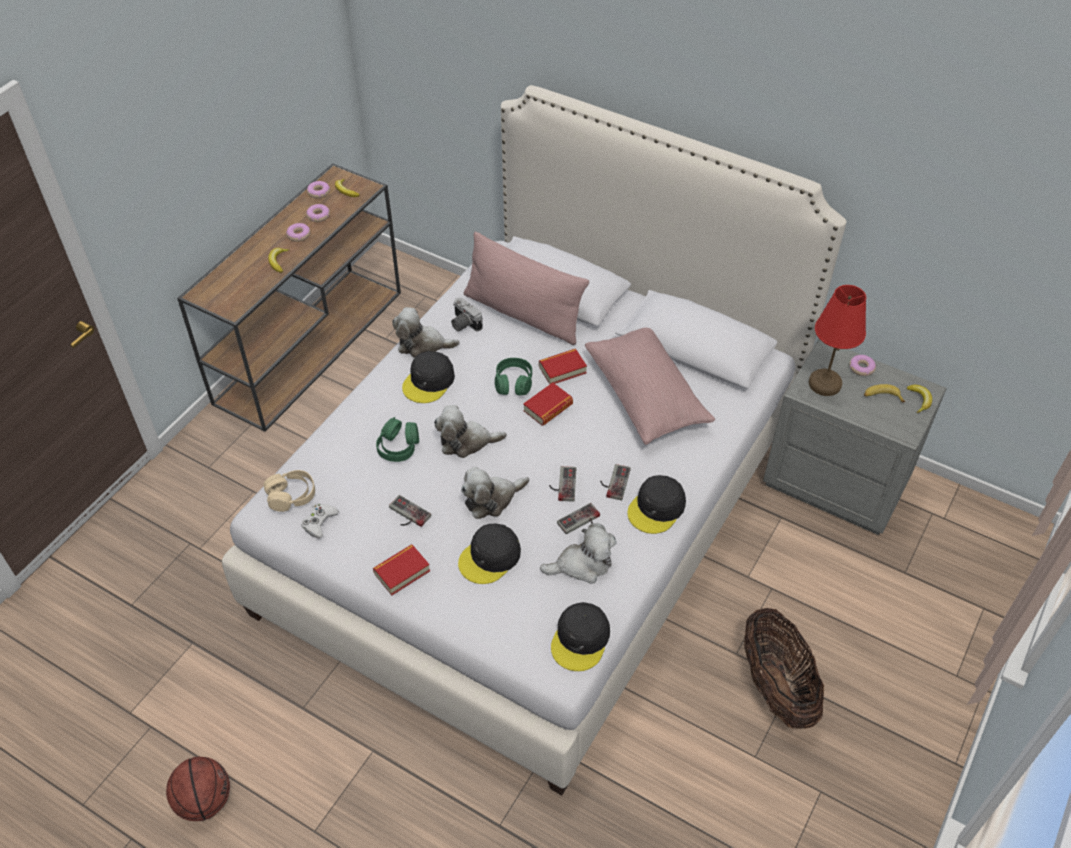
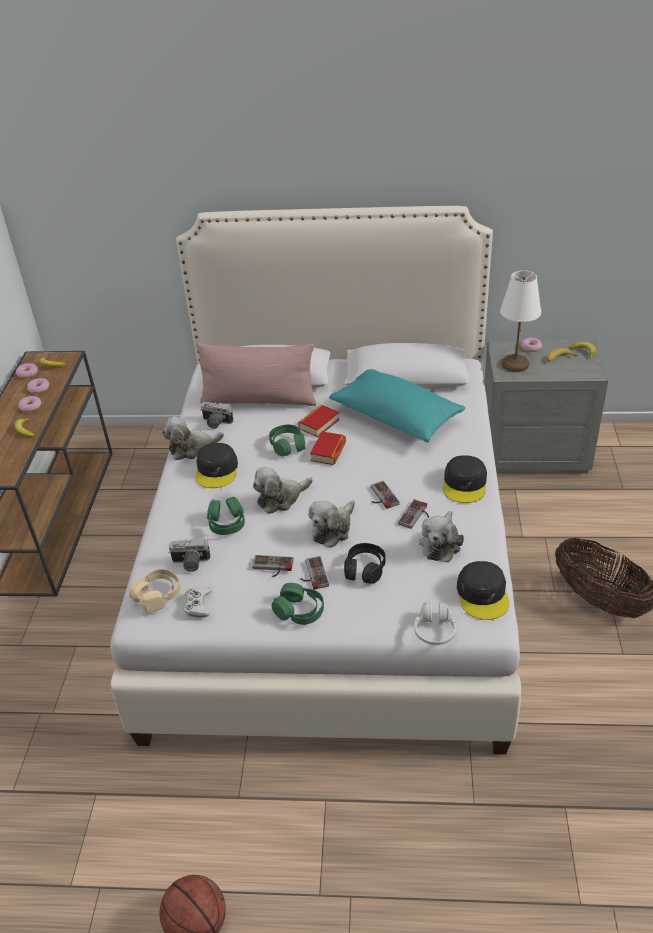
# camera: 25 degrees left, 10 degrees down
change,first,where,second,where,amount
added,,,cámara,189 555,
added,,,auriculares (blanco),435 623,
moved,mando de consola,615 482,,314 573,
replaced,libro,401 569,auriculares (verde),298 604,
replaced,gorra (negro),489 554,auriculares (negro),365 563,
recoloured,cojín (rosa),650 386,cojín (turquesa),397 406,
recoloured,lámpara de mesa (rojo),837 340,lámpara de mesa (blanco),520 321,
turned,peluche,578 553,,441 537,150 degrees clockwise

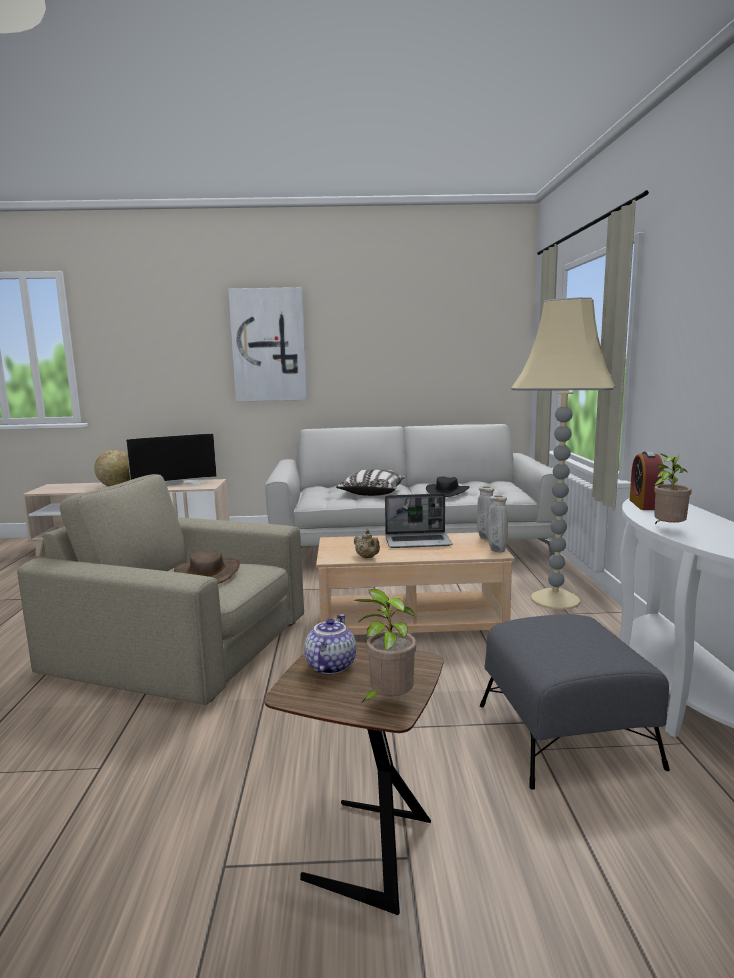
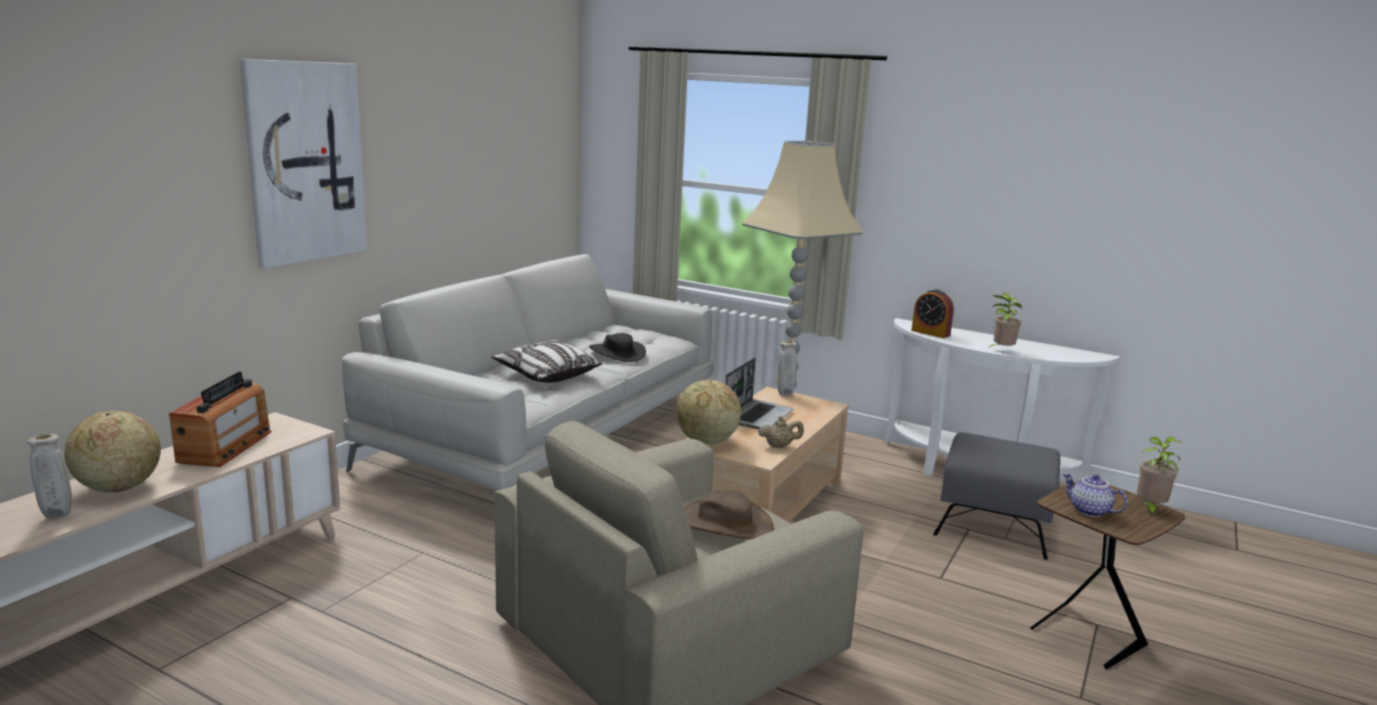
# camera: 60 degrees left, 5 degrees up
change,first,where,second,where,amount
added,,,globo terráqueo,708 411,
moved,florero (beis),498 523,,49 476,
replaced,televisor,171 459,radio,220 419,

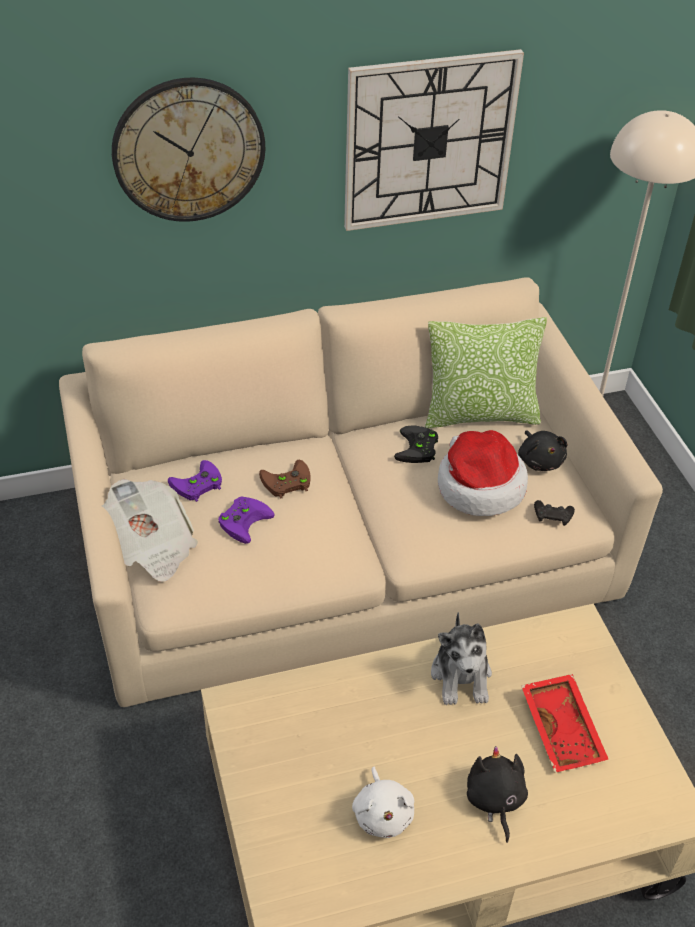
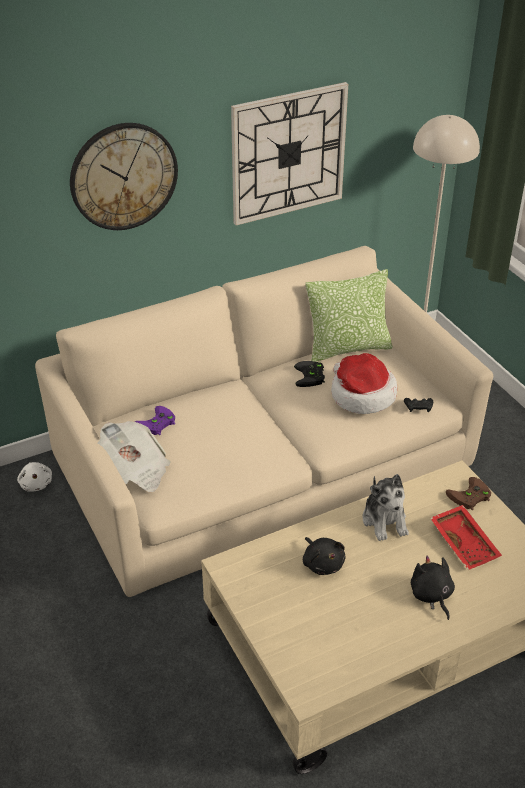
# camera: 10 degrees left, 5 degrees down
change,first,where,second,where,amount
removed,mando de consola (morado),246 520,,,
moved,mando de consola (marrón),285 479,,468 493,
moved,peluche (blanco),383 802,,34 476,
moved,peluche (negro),543 450,,324 556,

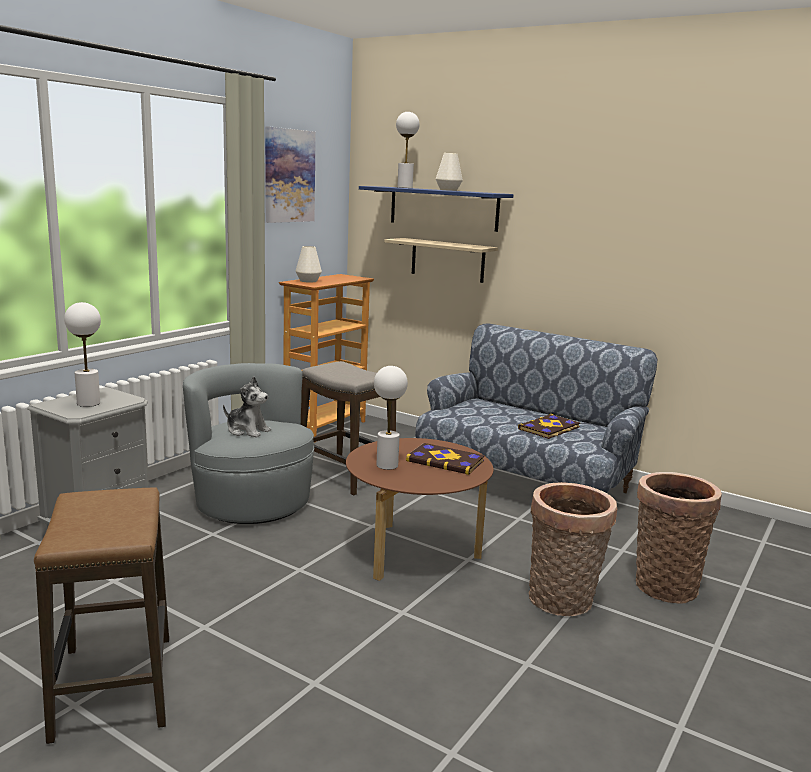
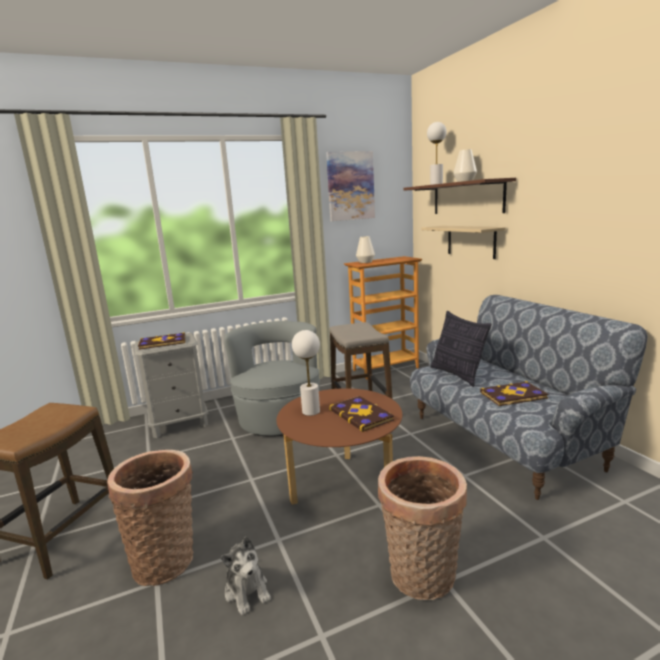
# camera: 35 degrees right, 0 degrees up
change,first,where,second,where,amount
added,,,cojín,461 349,
moved,peluche,247 407,,246 575,
moved,cesta,679 538,,150 518,
replaced,lámpara de mesa (blanco),82 354,libro,161 341,
recoloured,estante (azul),436 209,estante (marrón),459 196,

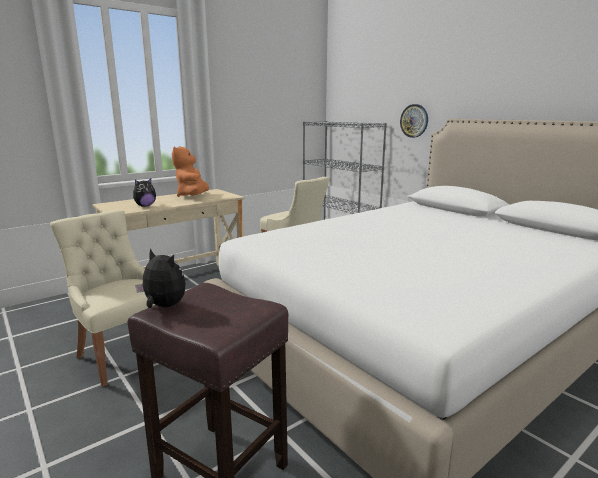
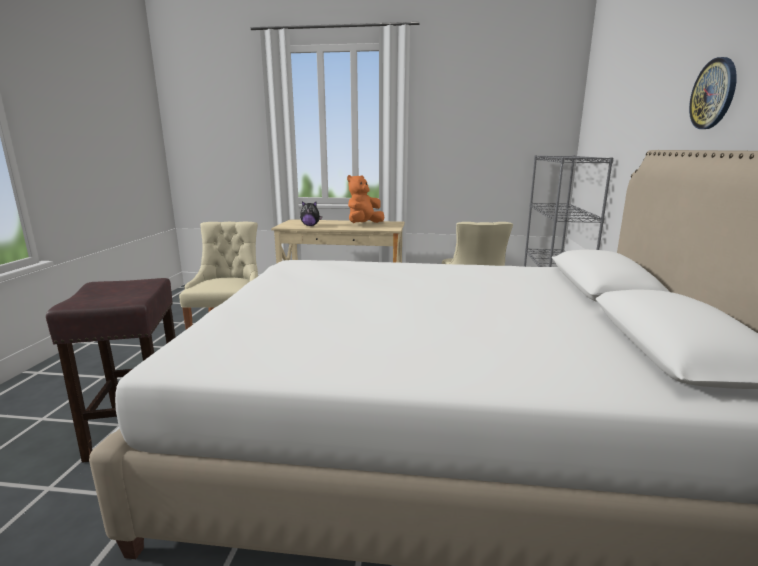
# camera: 45 degrees right, 0 degrees up
change,first,where,second,where,amount
removed,peluche,160 278,,,
moved,reloj de pared,414 121,,713 93,

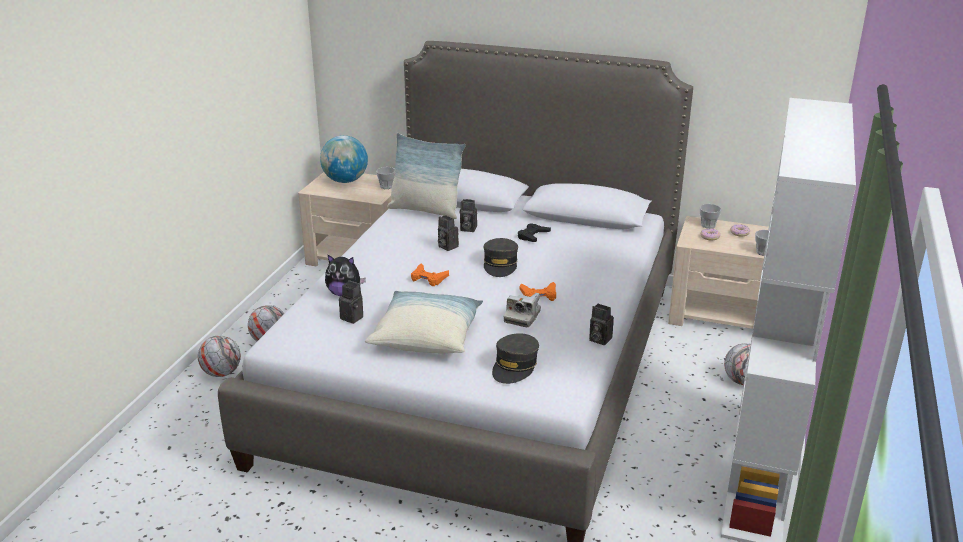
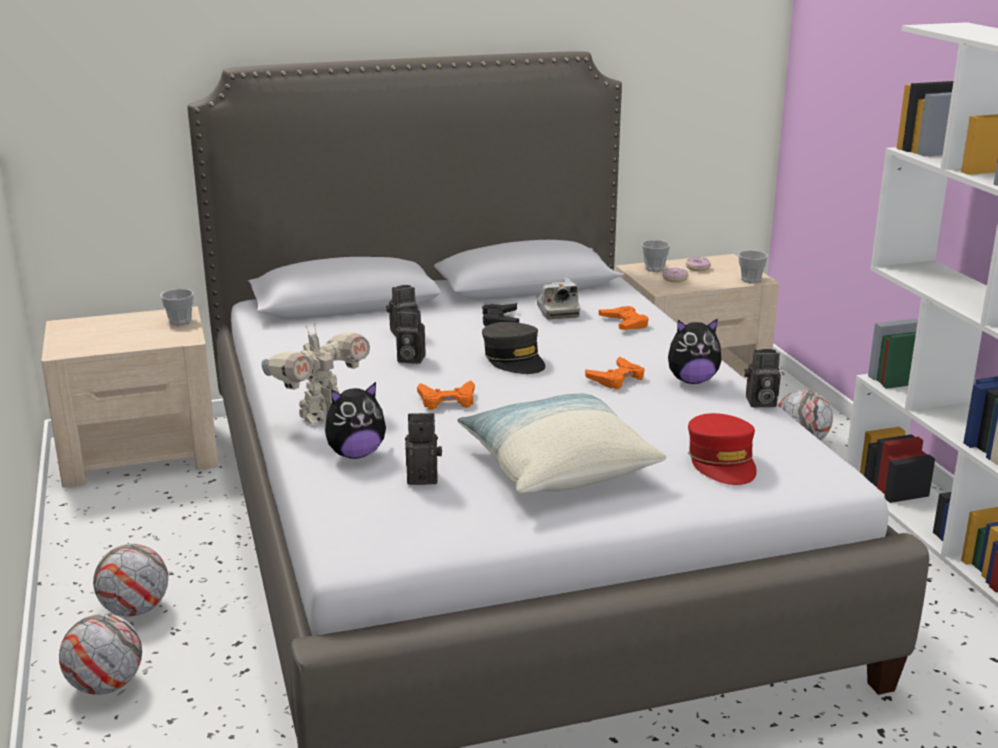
# camera: 35 degrees left, 5 degrees down
change,first,where,second,where,amount
removed,globo terráqueo,344 159,,,
removed,cojín,426 176,,,
added,,,robot de juguete,315 373,
added,,,mando de consola (naranja),624 318,
added,,,peluche,695 351,
moved,cámara,522 310,,558 298,
recoloured,gorra (gris),515 358,gorra (rojo),722 449,

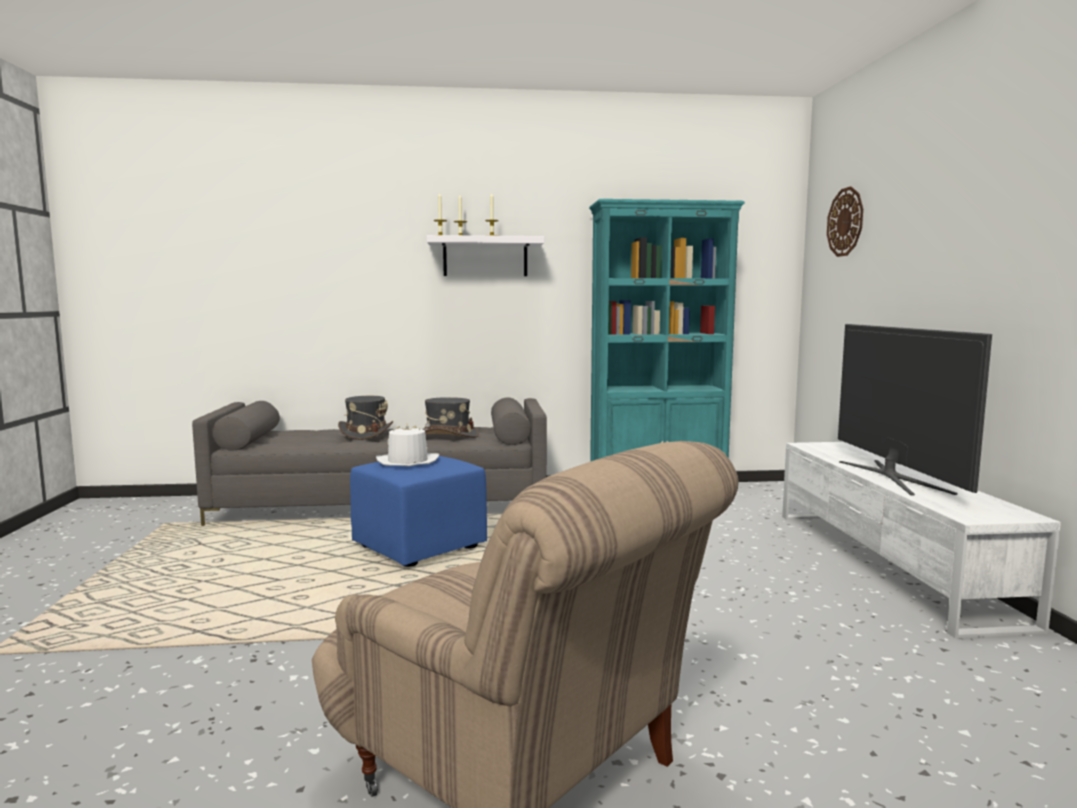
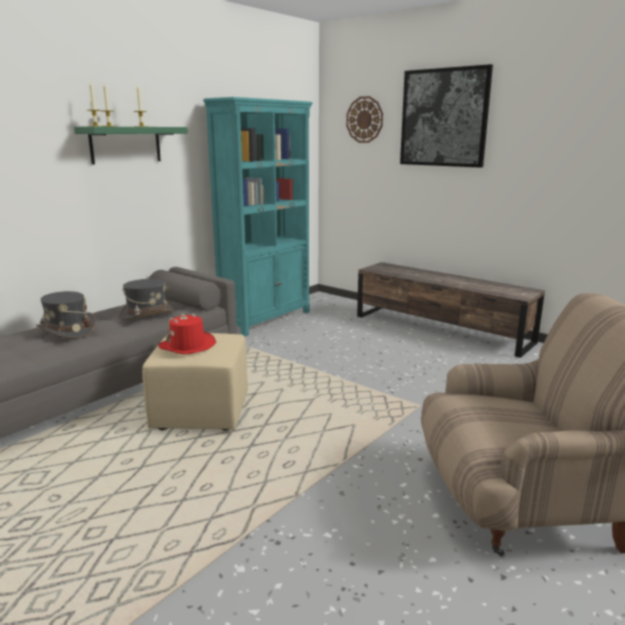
# camera: 45 degrees left, 10 degrees up
change,first,where,second,where,amount
removed,televisor,915 409,,,
added,,,cuadro,446 116,
recoloured,puf (azul),418 511,puf (beis),195 382,
recoloured,sombrero (blanco),407 445,sombrero (rojo),187 334,
recoloured,estante (blanco),485 255,estante (verde),131 146,
recoloured,mueble de televisión (blanco),921 540,mueble de televisión (marrón),451 310,

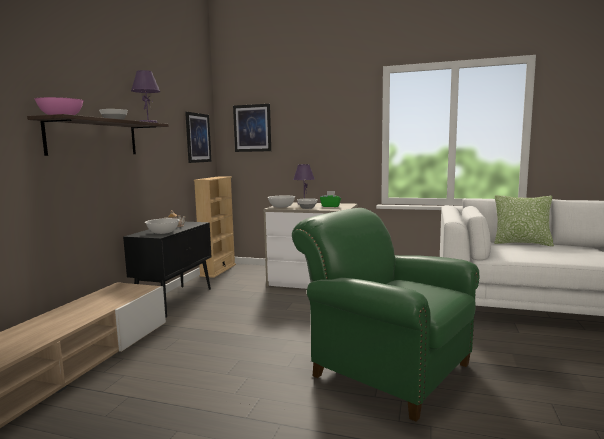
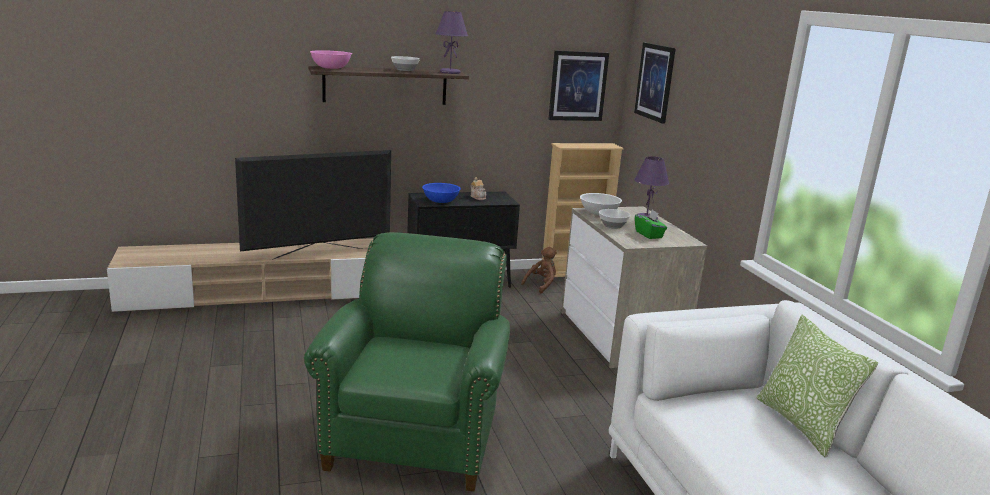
# camera: 55 degrees right, 10 degrees up
change,first,where,second,where,amount
added,,,televisor,313 205,
added,,,peluche (marrón),539 270,
recoloured,cuenco (blanco),162 226,cuenco (azul),441 193,

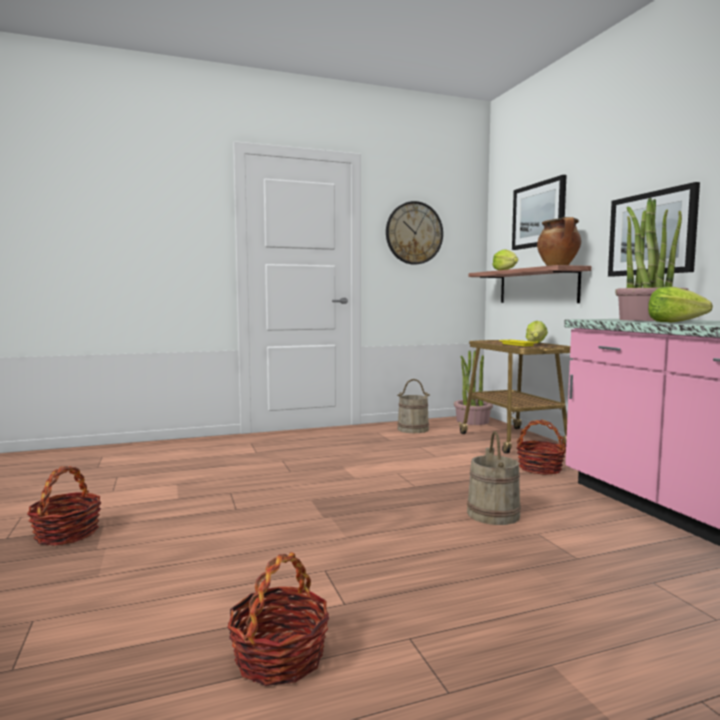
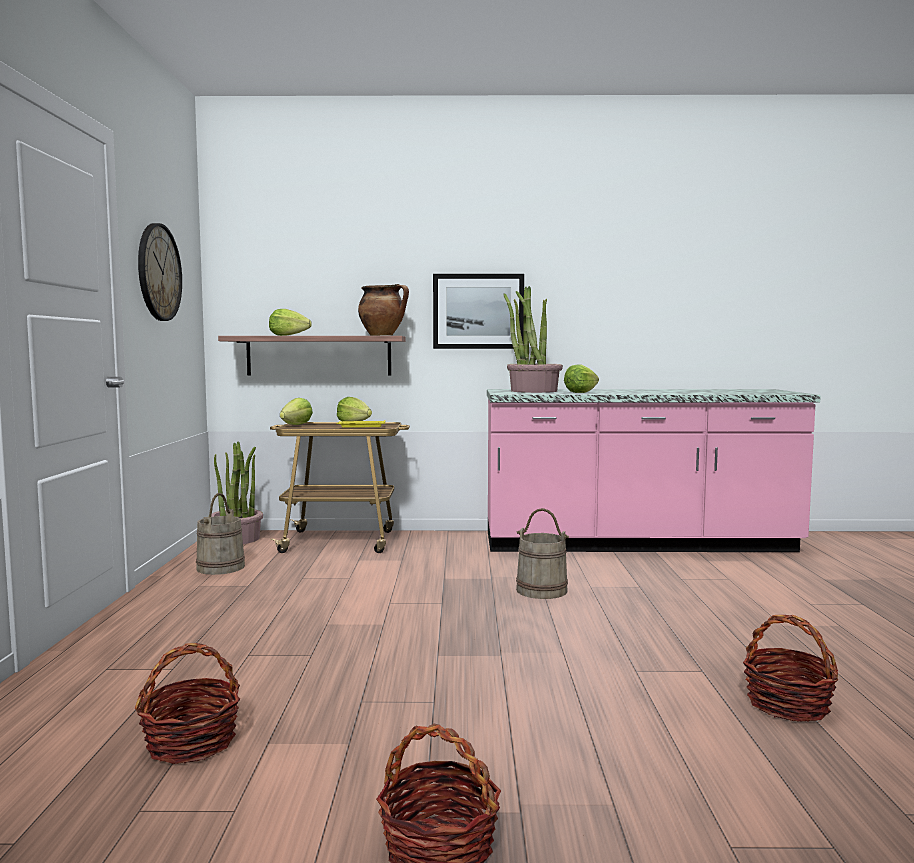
# camera: 70 degrees left, 0 degrees up
change,first,where,second,where,amount
removed,cuadro,539 212,,,
added,,,lechuga,296 411,
moved,cesta,541 447,,187 703,

